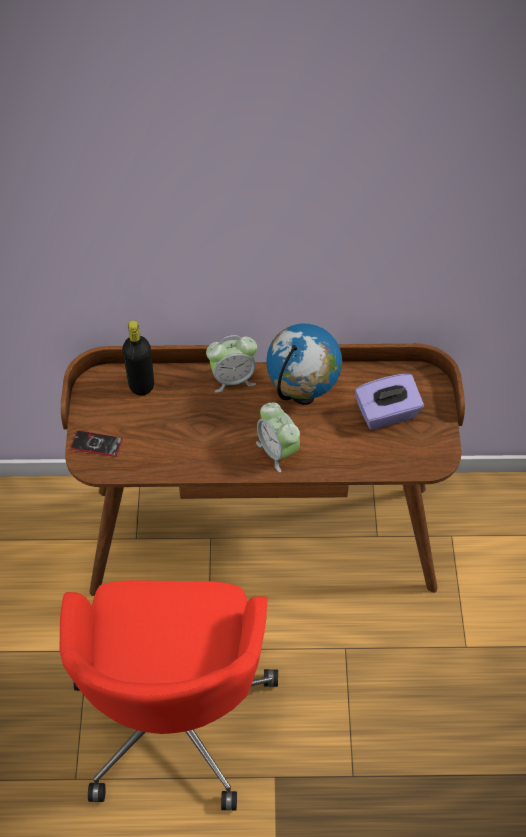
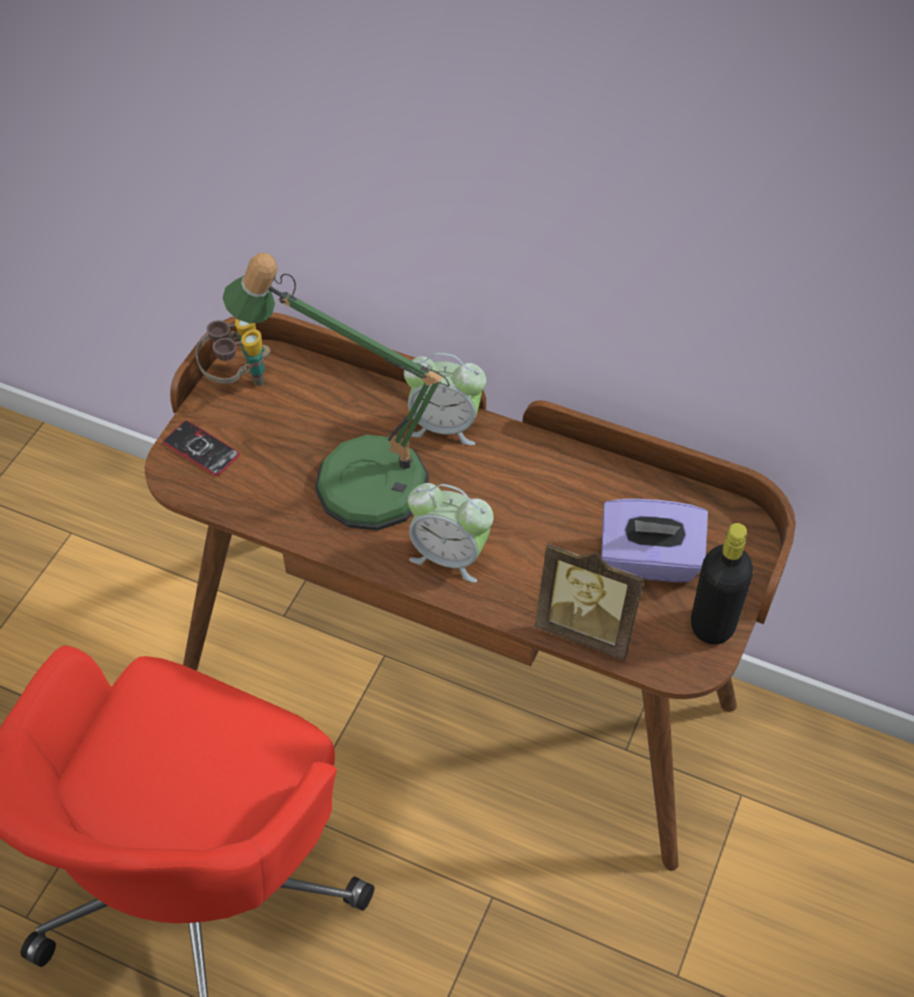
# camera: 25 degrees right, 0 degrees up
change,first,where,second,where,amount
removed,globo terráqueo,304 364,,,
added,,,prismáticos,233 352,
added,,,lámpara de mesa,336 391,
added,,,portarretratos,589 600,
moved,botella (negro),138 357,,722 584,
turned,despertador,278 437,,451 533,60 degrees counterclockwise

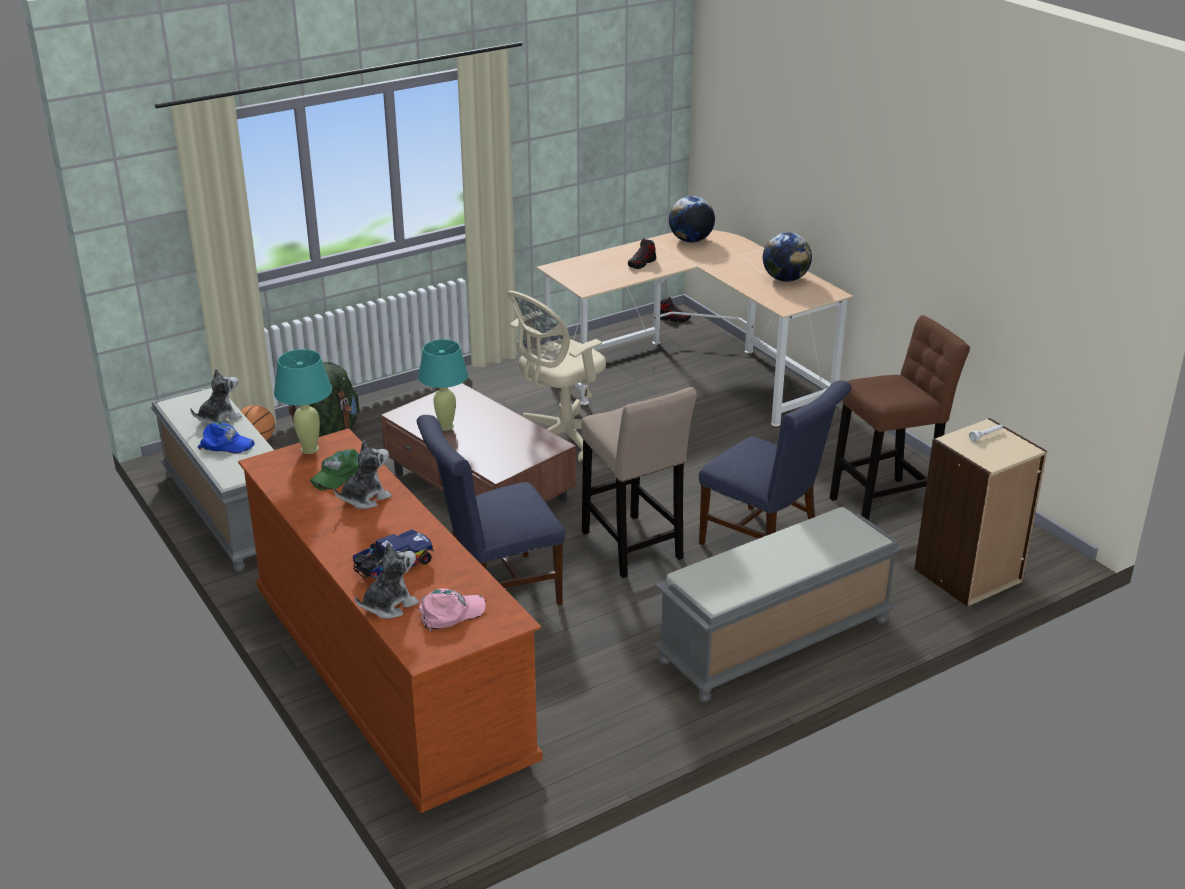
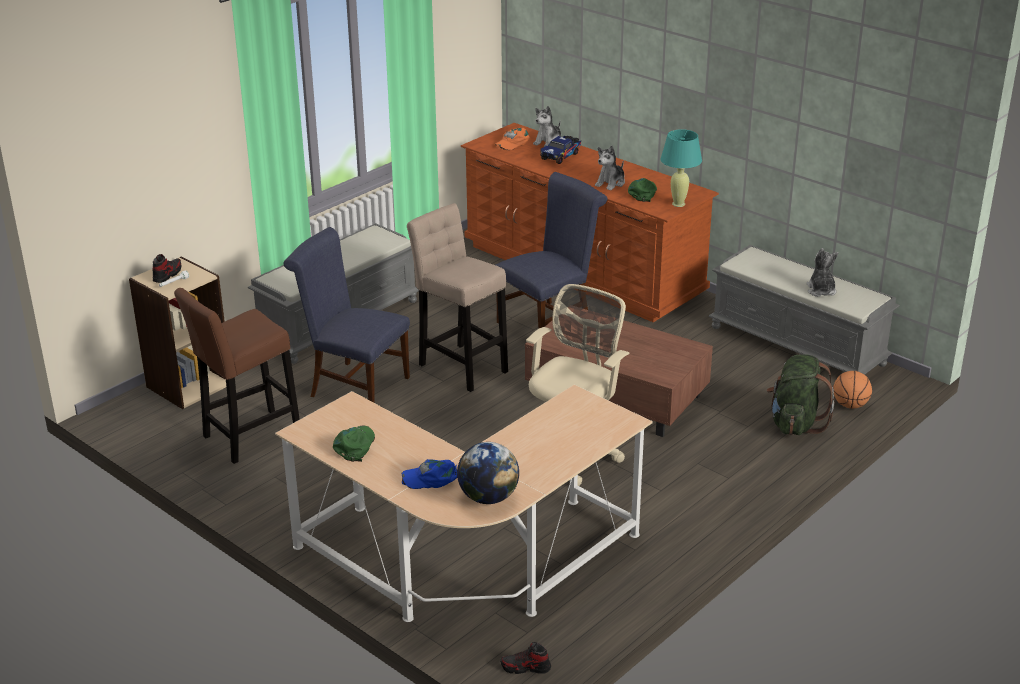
# camera: 165 degrees right, 0 degrees up
change,first,where,second,where,amount
removed,lámpara de mesa (turquesa),443 385,,,
moved,gorra (azul),226 437,,429 474,
moved,zapato,642 253,,166 268,
replaced,globo terráqueo,787 257,gorra (verde),354 444,
recoloured,gorra (rosa),452 610,gorra (naranja),512 139,
turned,peluche,216 397,,822 272,135 degrees clockwise

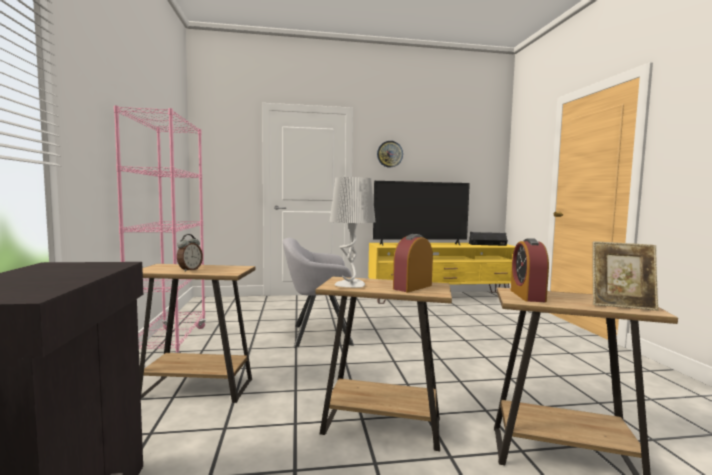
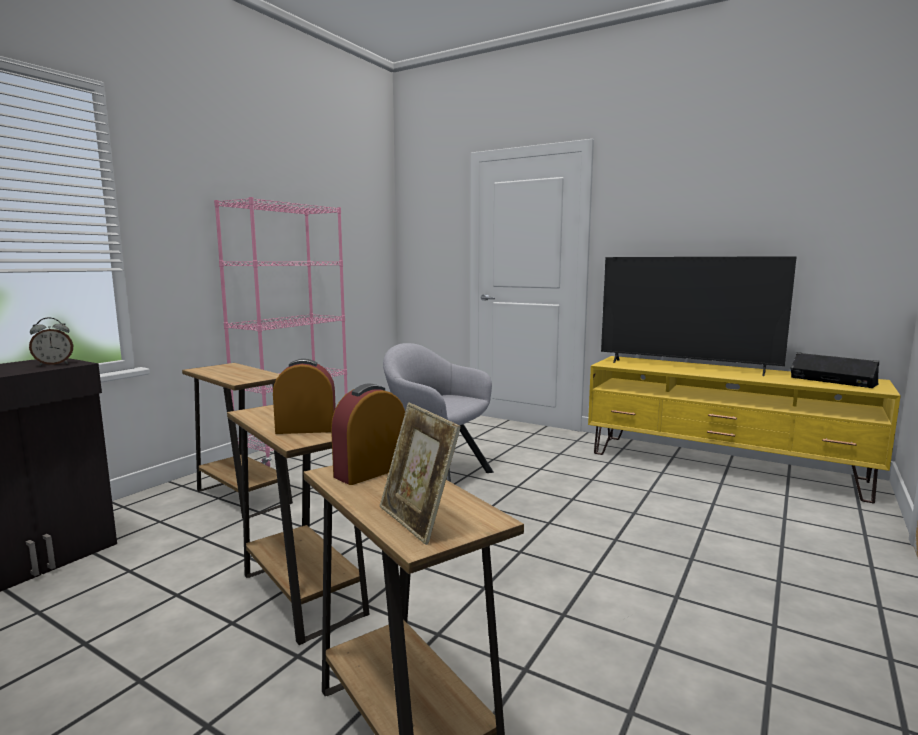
# camera: 40 degrees right, 5 degrees up
change,first,where,second,where,amount
removed,lámpara de mesa (gris),352 232,,,
removed,reloj de pared,390 154,,,
moved,despertador,190 253,,51 341,

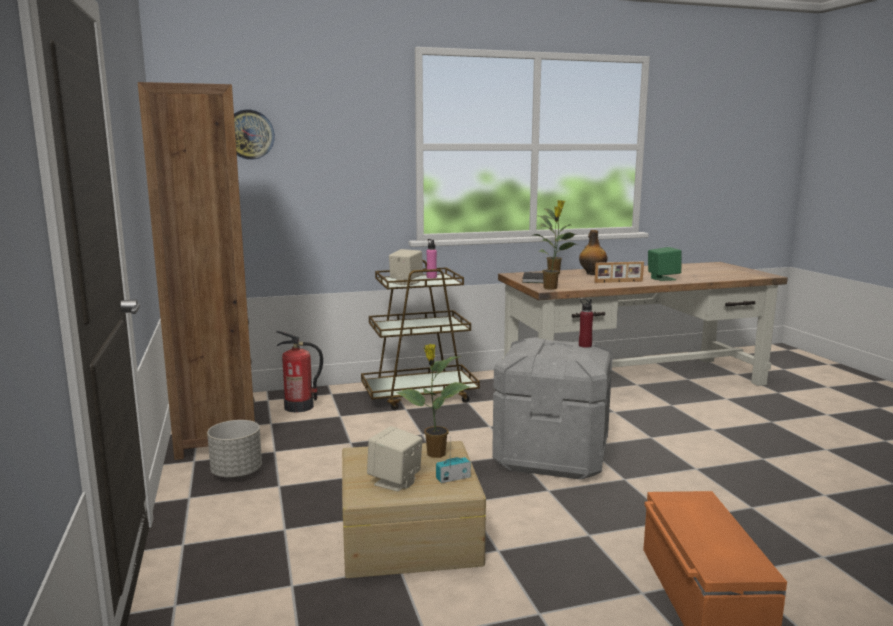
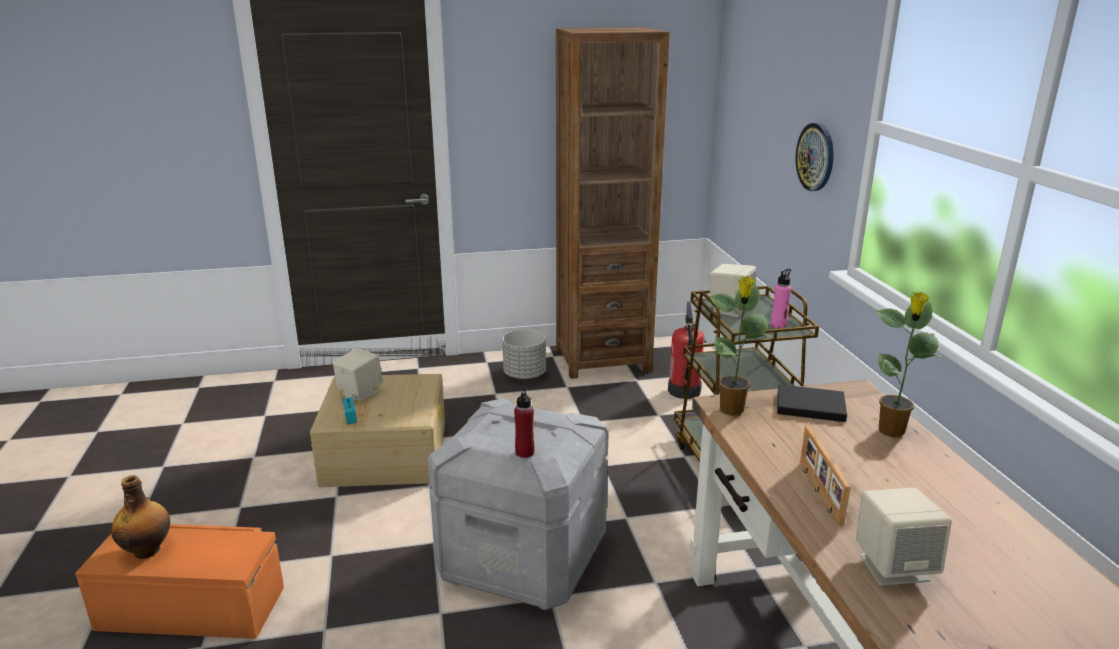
# camera: 95 degrees right, 10 degrees up
change,first,where,second,where,amount
removed,planta en maceta,433 401,,,
moved,reloj de pared,254 134,,814 157,
moved,botella,593 252,,140 517,
recoloured,altavoz (verde),664 264,altavoz (beis),904 537,

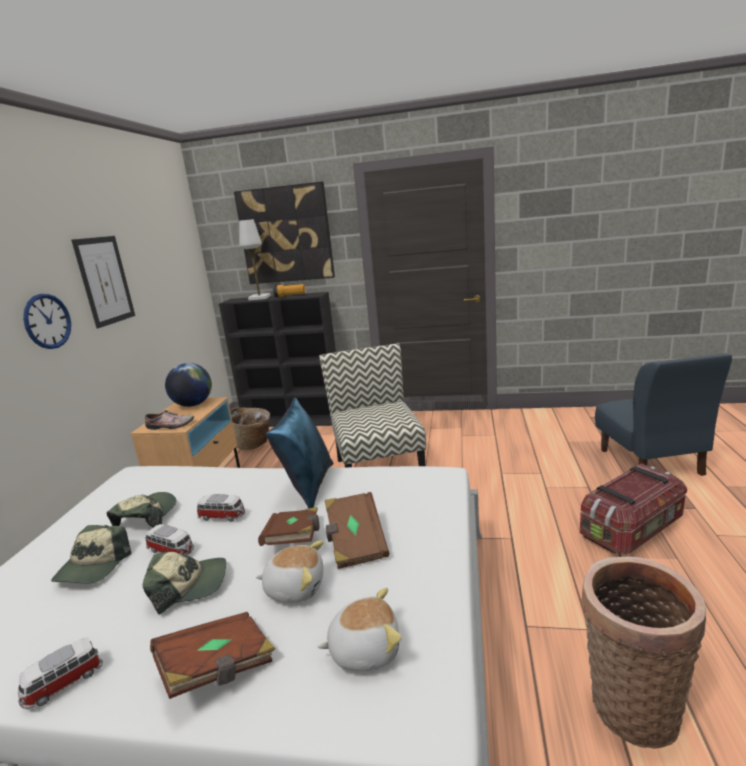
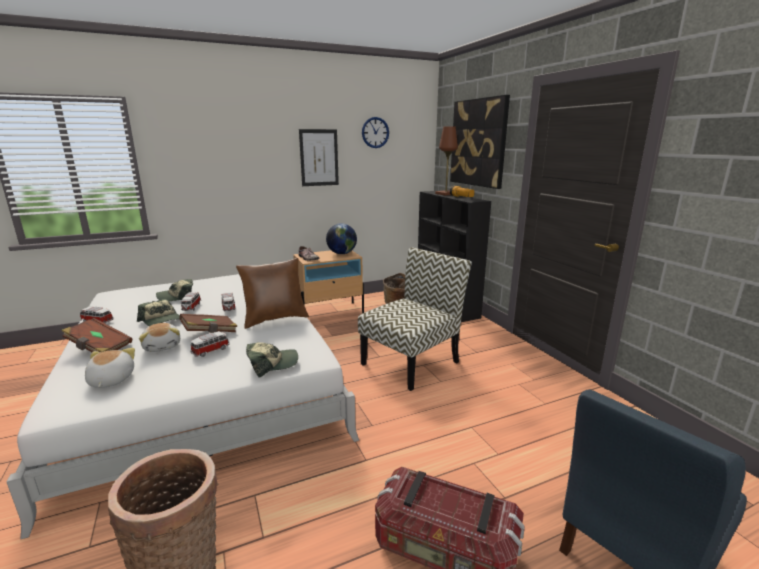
# camera: 55 degrees right, 0 degrees up
change,first,where,second,where,amount
moved,reloj de pared,47 321,,375 132,
moved,gorra,142 509,,272 359,
replaced,libro (marrón),357 530,coche de juguete,210 344,
recoloured,lámpara de mesa (blanco),255 260,lámpara de mesa (marrón),446 161,
recoloured,cojín (azul),299 452,cojín (marrón),272 293,
turned,peluche,360 629,,110 368,150 degrees counterclockwise

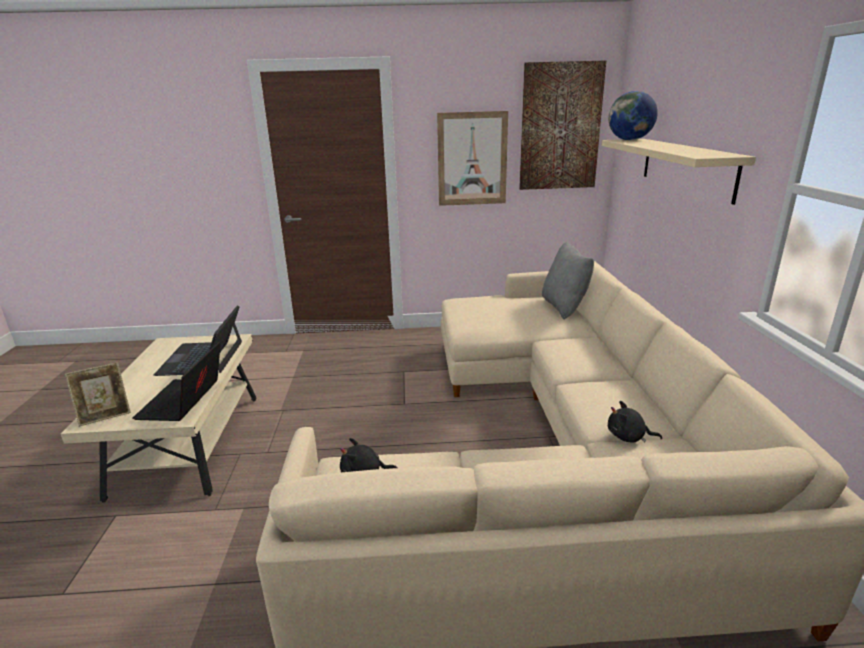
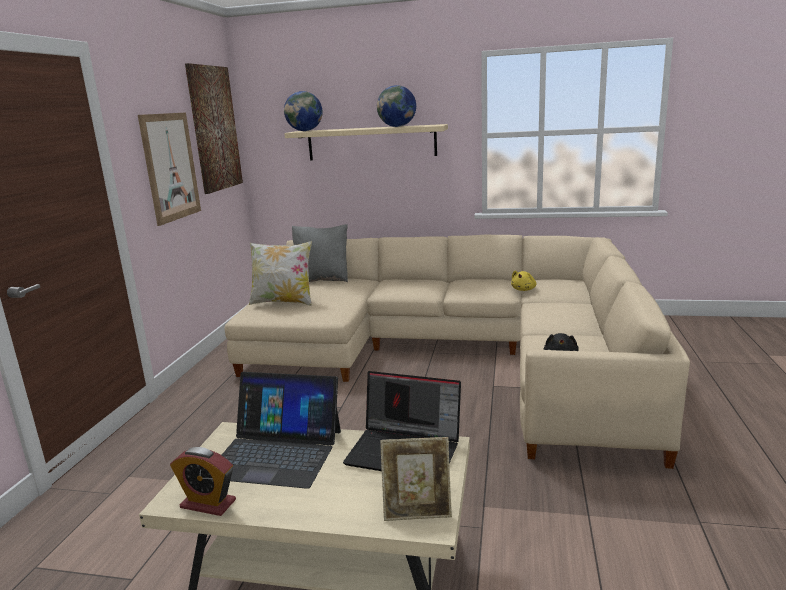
# camera: 75 degrees left, 5 degrees down
change,first,where,second,where,amount
added,,,despertador,203 481,
added,,,cojín,280 273,
added,,,globo terráqueo,396 106,
recoloured,peluche (negro),635 422,peluche (amarillo),523 281,
turned,portarretratos,98 394,,416 479,105 degrees clockwise

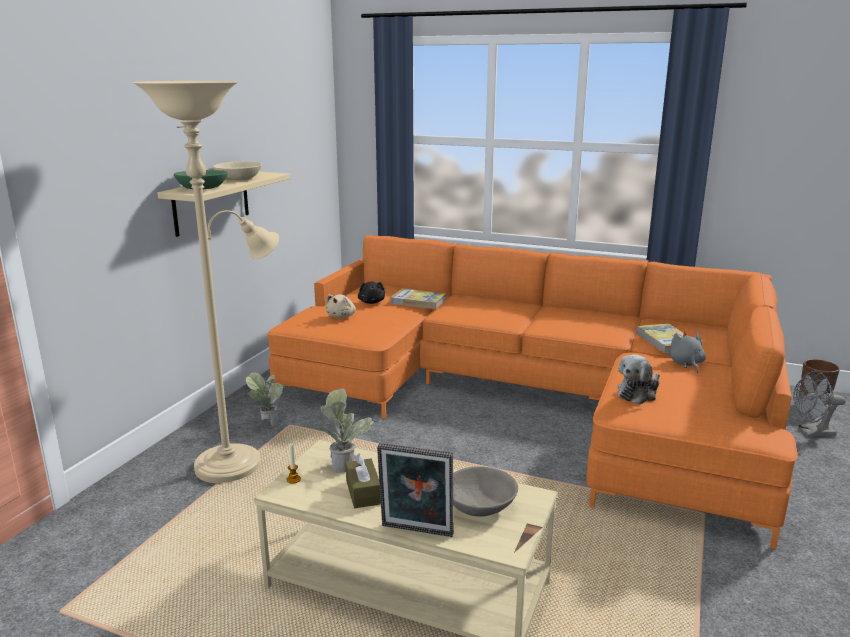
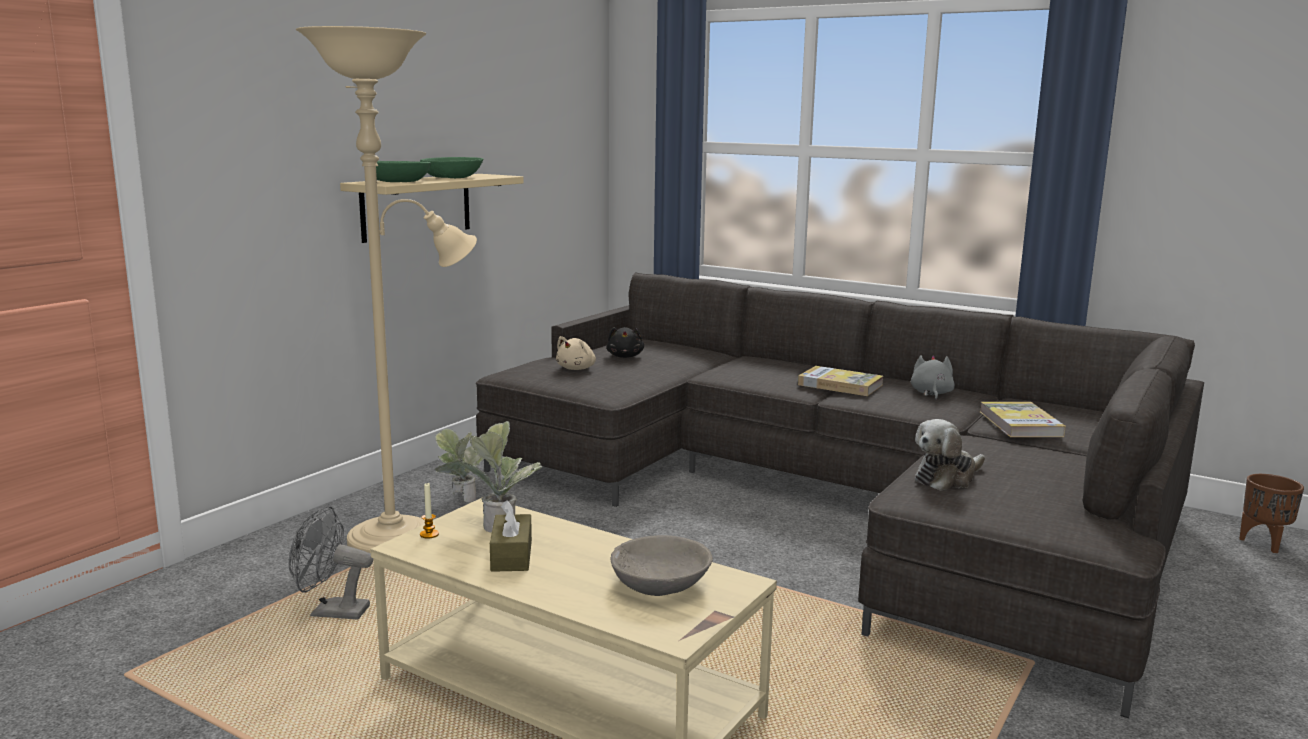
# camera: 10 degrees right, 5 degrees down
change,first,where,second,where,amount
removed,portarretratos,415 490,,,
moved,libro,418 299,,840 381,
moved,peluche (gris),687 352,,933 377,
moved,ventilador (gris),819 404,,331 563,
recoloured,cuenco (beis),237 170,cuenco (verde),451 167,
recoloured,sofá (naranja),532 392,sofá (gris),840 495,

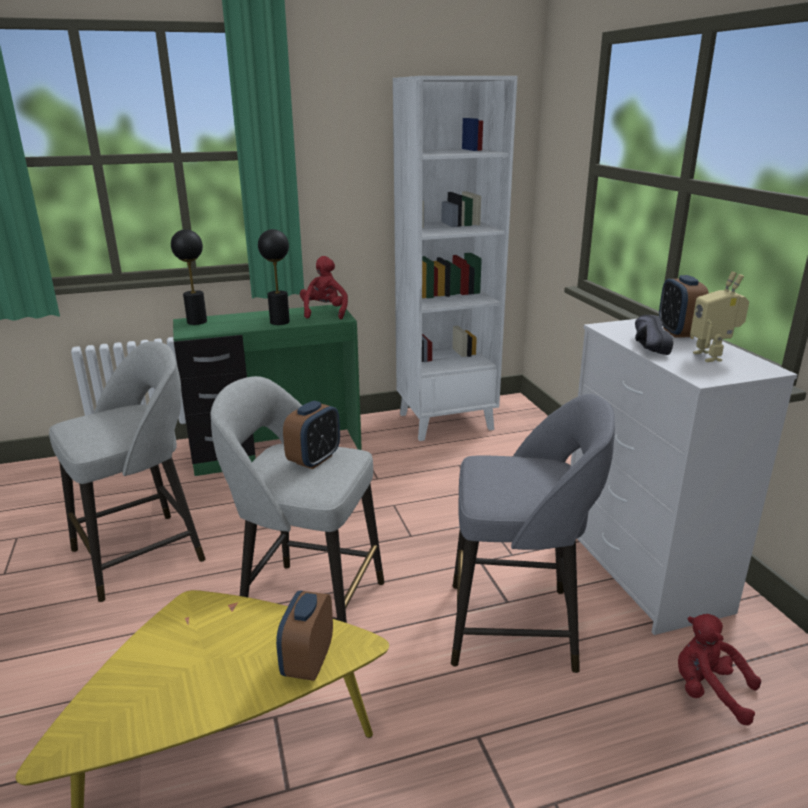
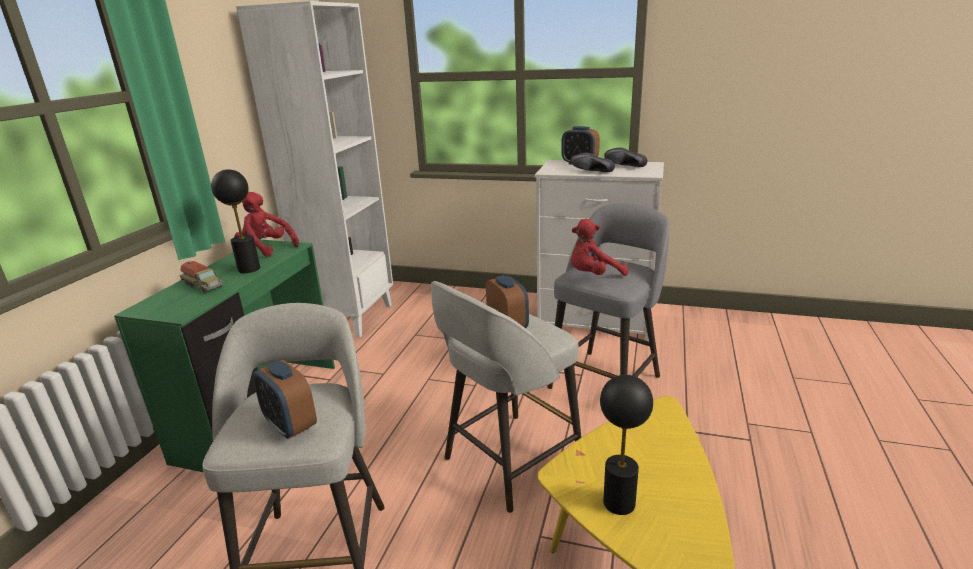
# camera: 55 degrees left, 0 degrees up
change,first,where,second,where,amount
added,,,camión de juguete,201 277,
moved,lámpara de mesa (negro),189 277,,626 445,
moved,despertador,304 635,,285 399,
moved,peluche (rojo),719 669,,600 247,
replaced,robot de juguete,719 316,zapato (negro),625 157,

